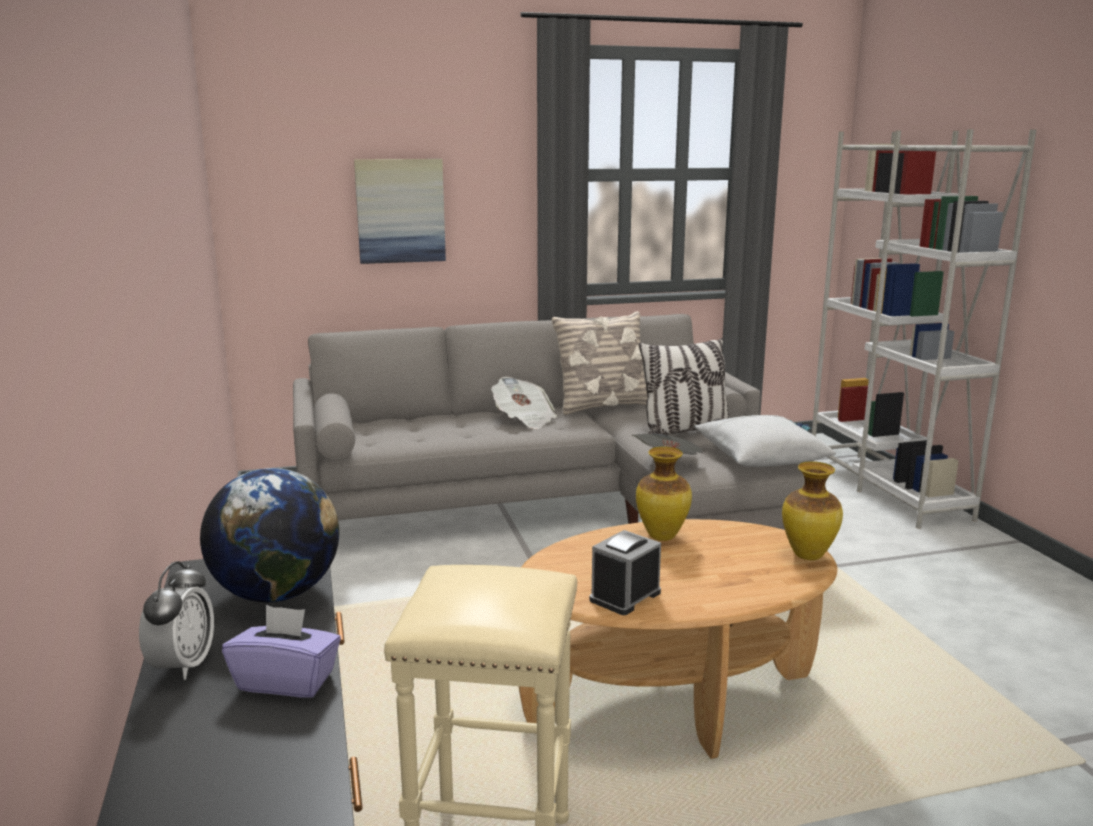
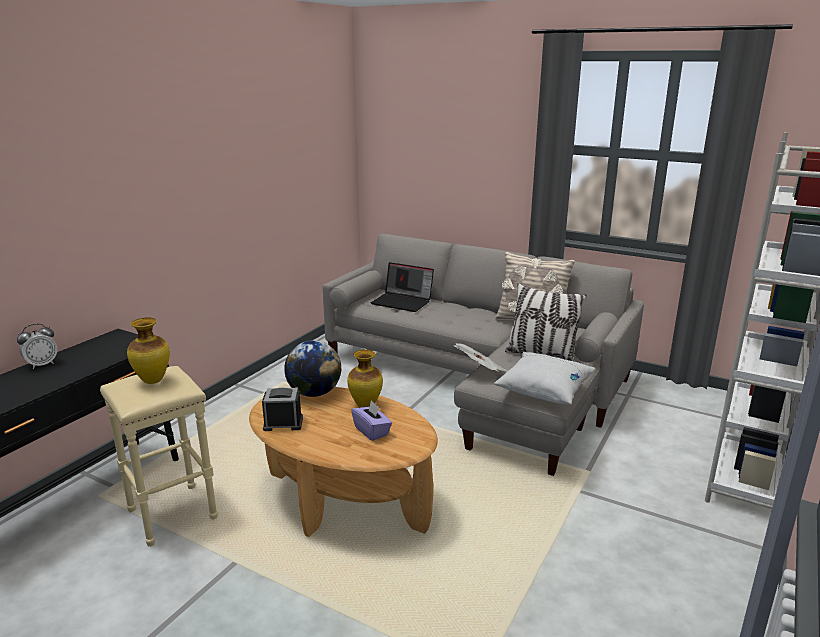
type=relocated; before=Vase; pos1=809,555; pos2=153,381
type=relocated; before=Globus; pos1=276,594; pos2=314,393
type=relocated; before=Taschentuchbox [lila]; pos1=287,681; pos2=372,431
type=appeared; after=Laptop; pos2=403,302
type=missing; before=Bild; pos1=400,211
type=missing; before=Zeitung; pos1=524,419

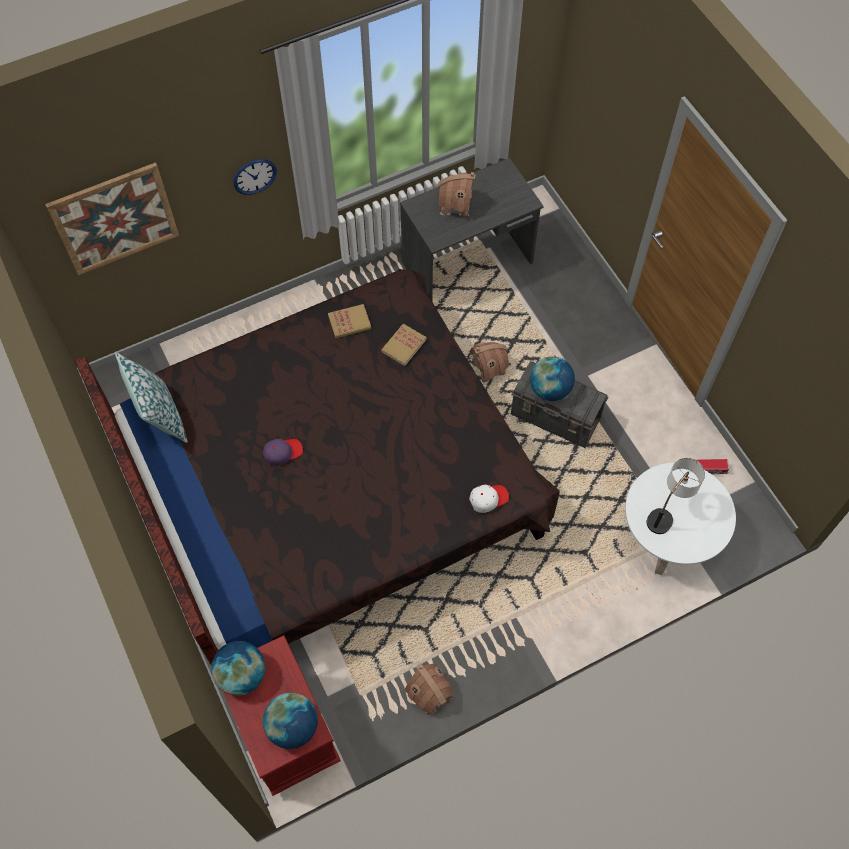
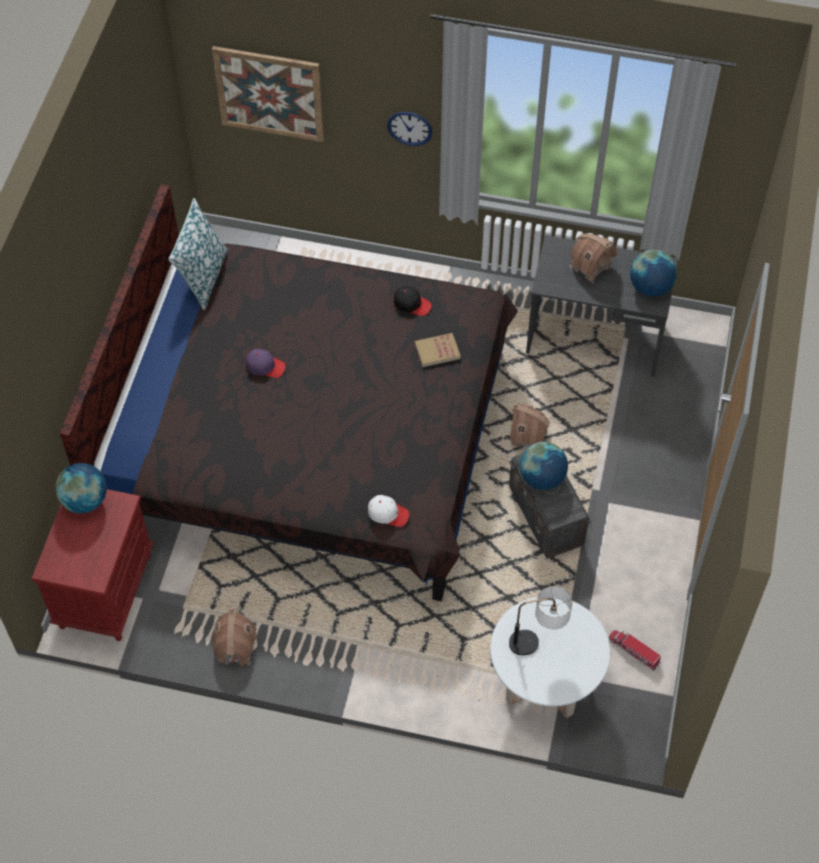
type=exchanged; before=Buch; after=Kappe [schwarz]; pos1=349,322; pos2=412,304
type=relocated; before=Globus; pos1=293,727; pos2=650,287

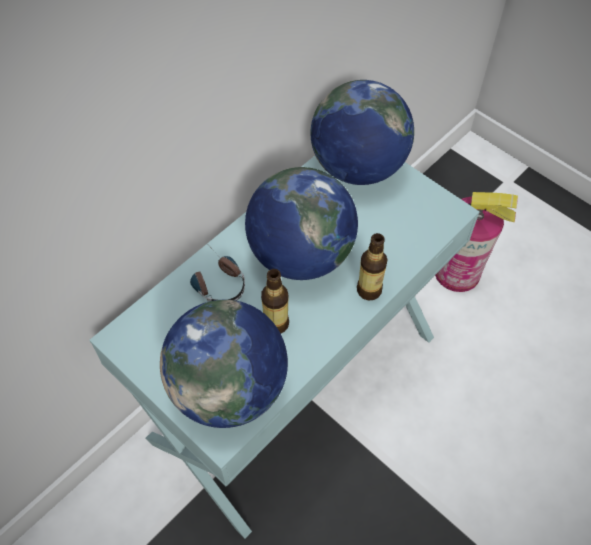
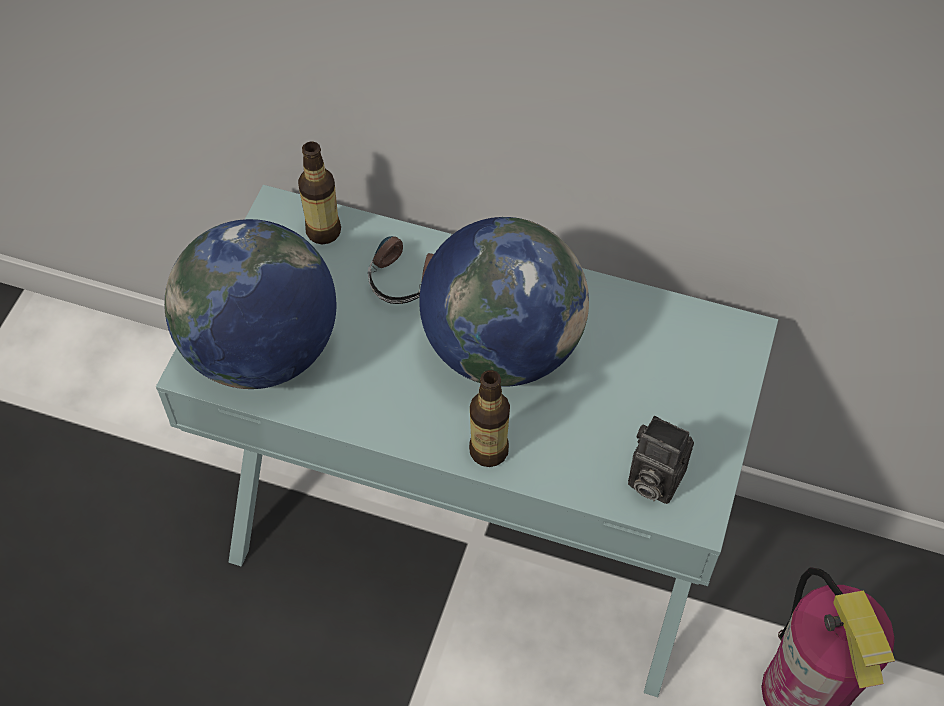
type=relocated; before=Flasche; pos1=276,323; pos2=323,231
type=appeared; after=Kamera; pos2=652,479
type=missing; before=Globus; pos1=358,167

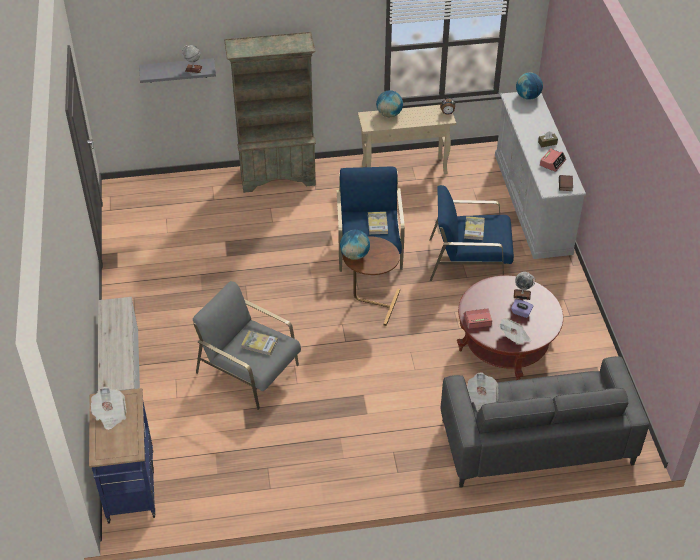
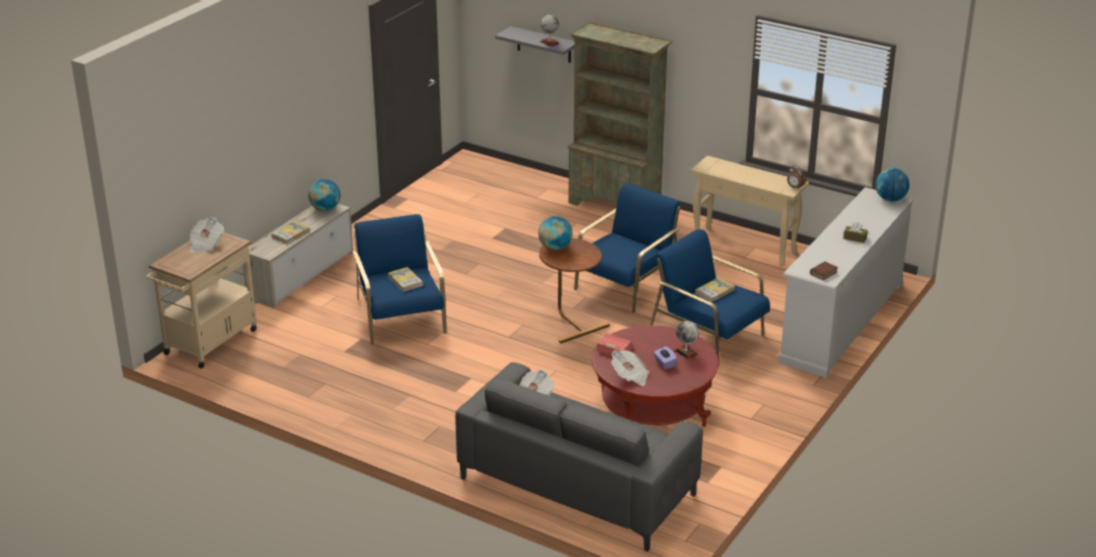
type=colour; before=Rollwagen [blau]; after=Rollwagen [beige]; pos1=131,489; pos2=209,344
type=relocated; before=Buch; pos1=377,224; pos2=290,234
type=relocated; before=Globus; pos1=389,114; pos2=325,209
type=colour; before=Sessel [grau]; after=Sessel [blau]; pos1=251,371; pos2=401,319
type=missing; before=Wecker; pos1=552,162

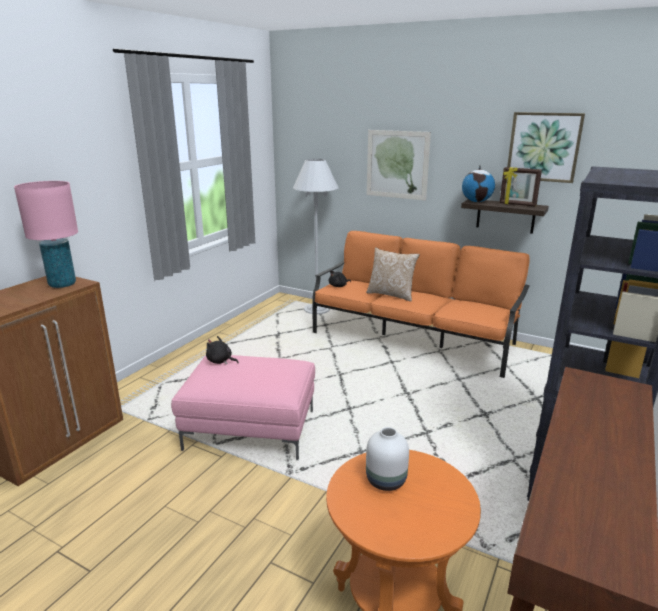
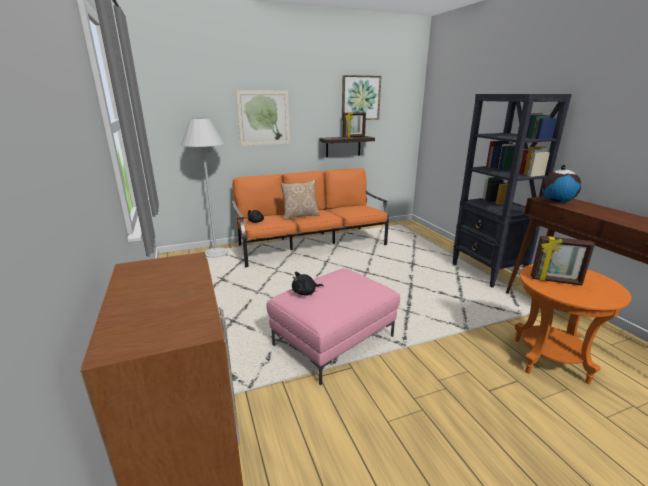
type=exchanged; before=Vase [weiß]; after=Bilderrahmen; pos1=387,481; pos2=555,281
type=relocated; before=Globus; pos1=476,201; pos2=556,202
type=missing; before=Tischlampe [rosa]; pos1=62,284

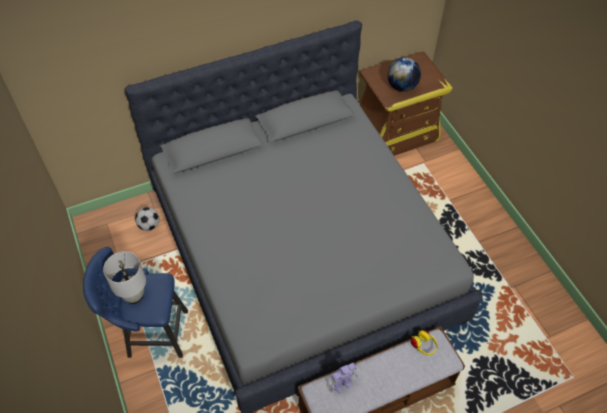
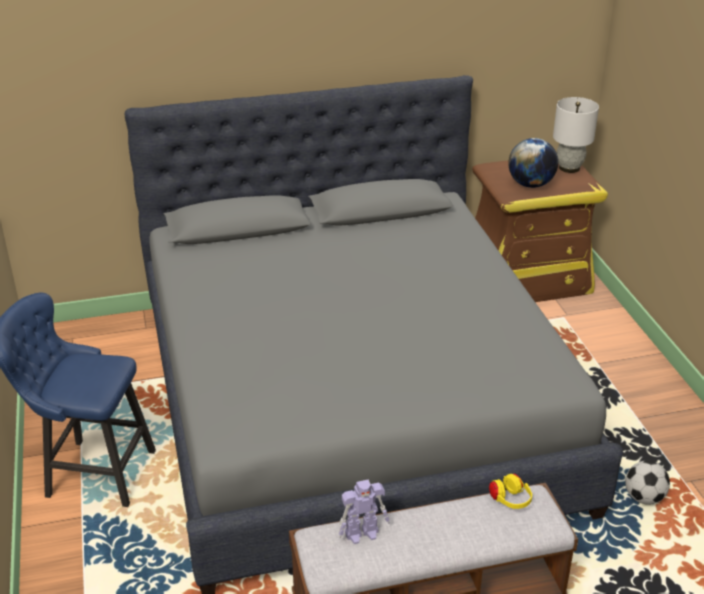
type=relocated; before=Tischlampe [weiß]; pos1=134,296; pos2=569,168
type=relocated; before=Fußball; pos1=149,226; pos2=643,498

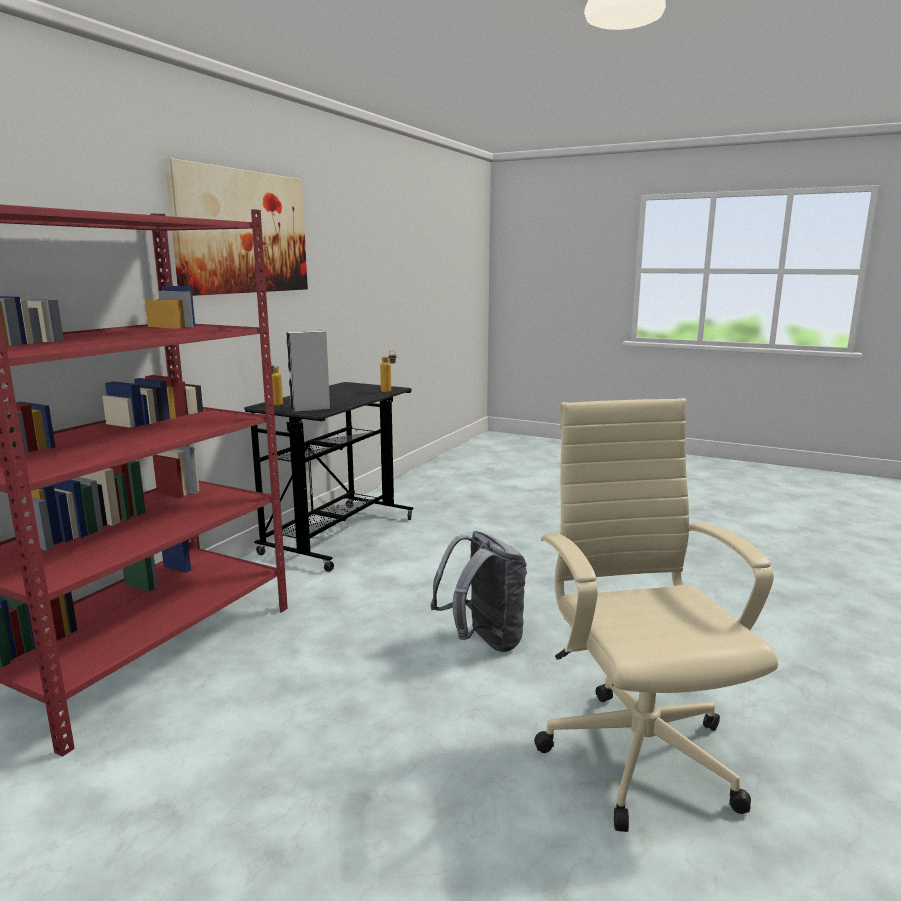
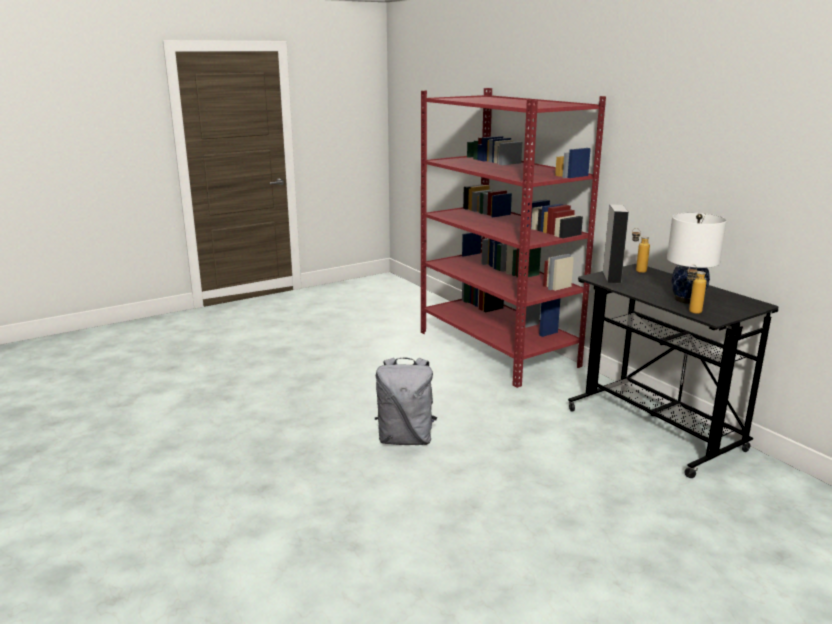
type=appeared; after=Tischlampe [weiß]; pos2=687,299
type=missing; before=Bild; pos1=242,232
type=missing; before=Bürostuhl [beige]; pos1=636,750

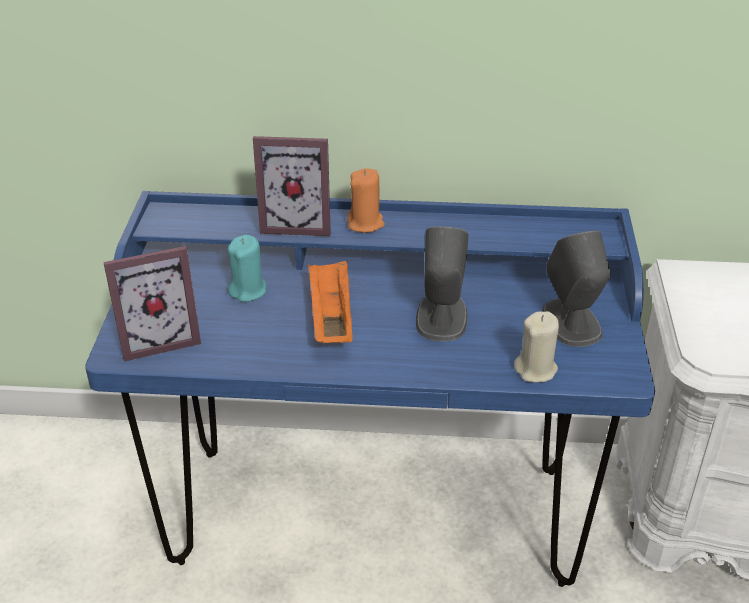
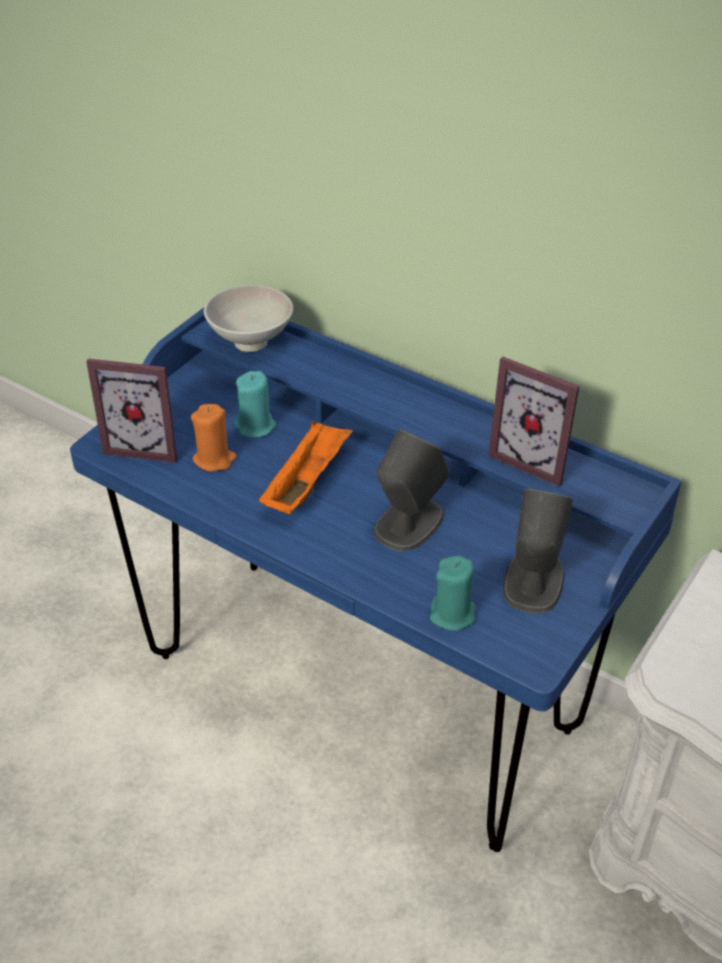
type=relocated; before=Kerze [orange]; pos1=365,223; pos2=214,459
type=appeared; after=Schüssel [weiß]; pos2=249,341
type=colour; before=Kerze [beige]; after=Kerze [türkis]; pos1=536,369; pos2=453,614
type=relocated; before=Bilderrahmen; pos1=297,223; pos2=534,458

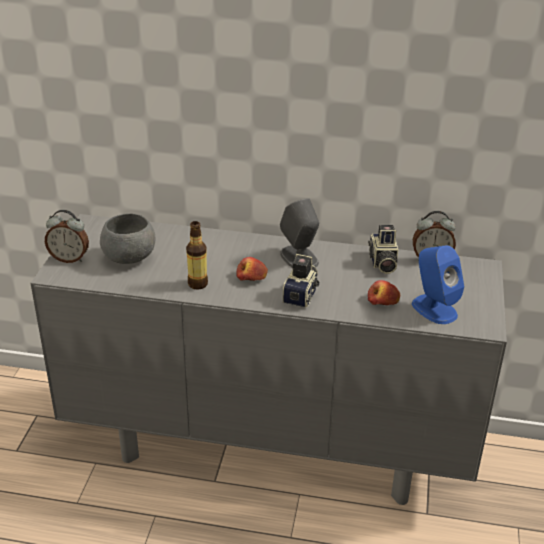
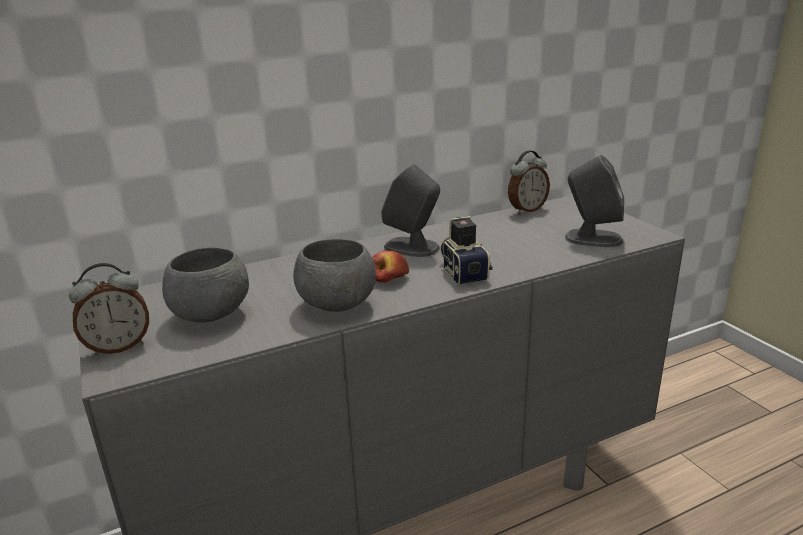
type=exchanged; before=Flasche; after=Schüssel [grau]; pos1=197,284; pos2=337,306
type=colour; before=Lautsprecher [blau]; after=Lautsprecher [grau]; pos1=433,309; pos2=592,238
type=missing; before=Kamera; pos1=382,263
type=missing; before=Apfel; pos1=383,301

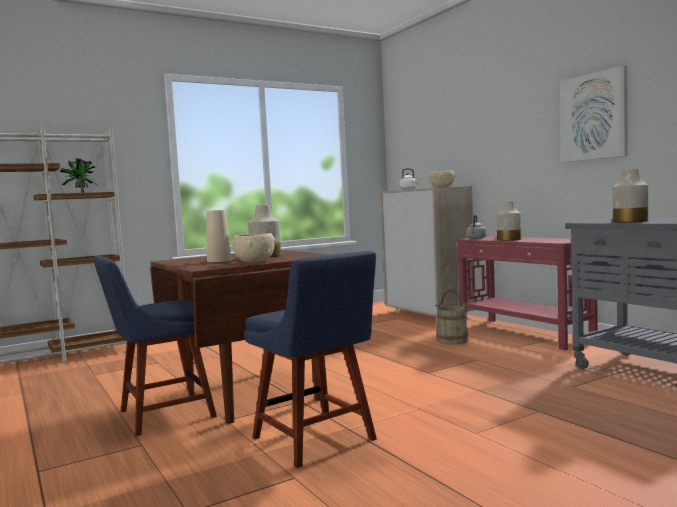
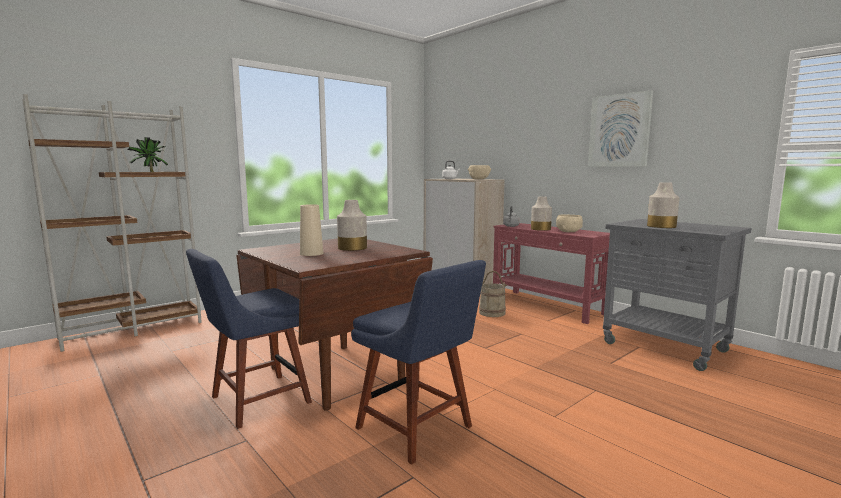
type=relocated; before=Schüssel [beige]; pos1=255,262; pos2=568,232

